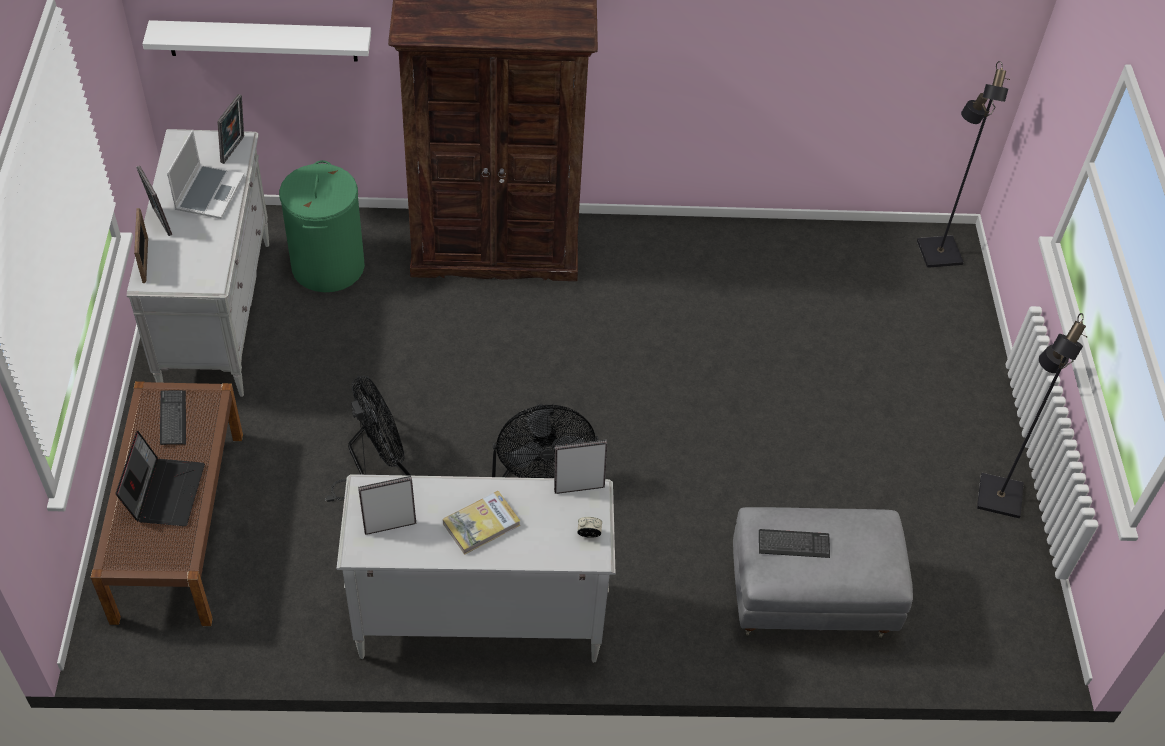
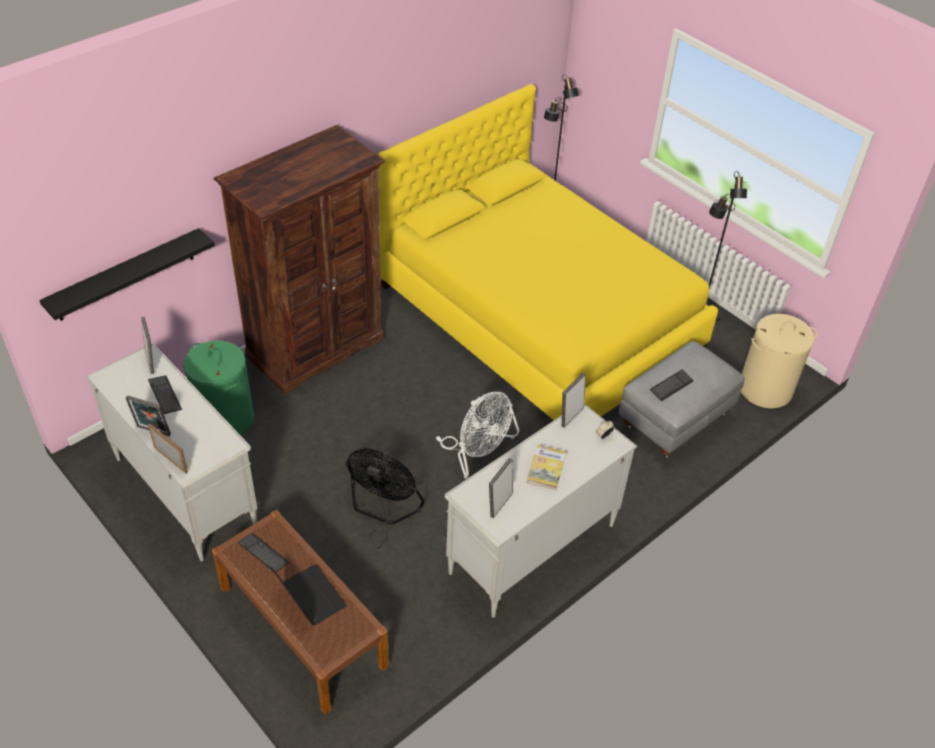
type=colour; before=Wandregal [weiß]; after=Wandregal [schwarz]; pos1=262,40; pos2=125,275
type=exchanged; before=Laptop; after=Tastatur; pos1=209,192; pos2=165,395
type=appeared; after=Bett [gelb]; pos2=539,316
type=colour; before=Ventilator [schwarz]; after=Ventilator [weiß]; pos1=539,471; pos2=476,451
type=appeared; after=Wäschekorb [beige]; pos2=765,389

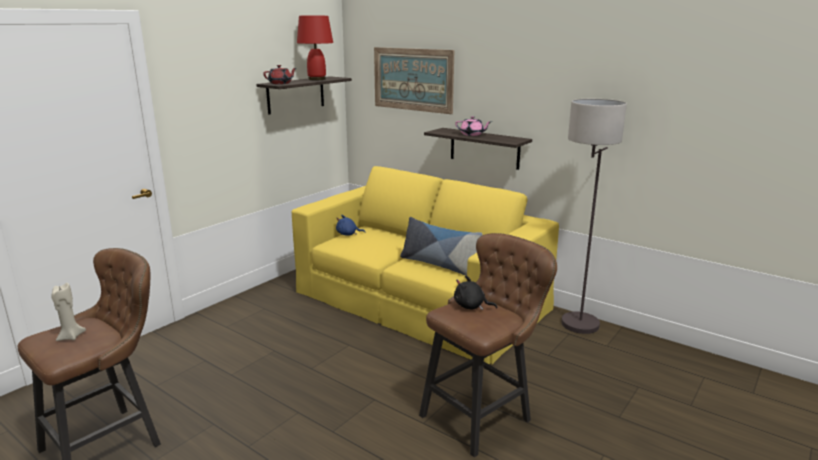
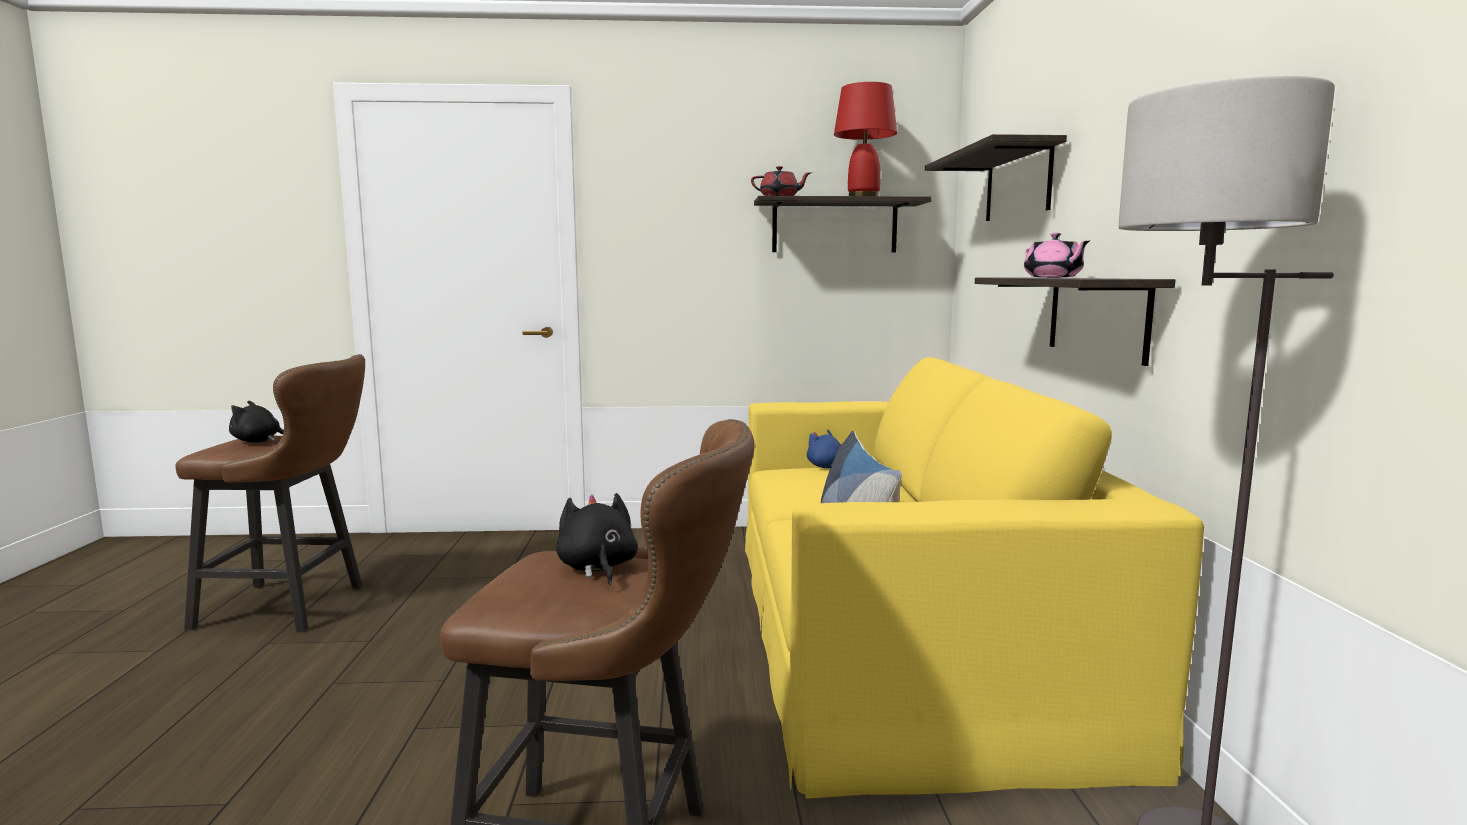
type=exchanged; before=Kerze [beige]; after=Plüschtier [schwarz]; pos1=70,337; pos2=259,441
type=exchanged; before=Bild; after=Wandregal; pos1=413,79; pos2=1018,184

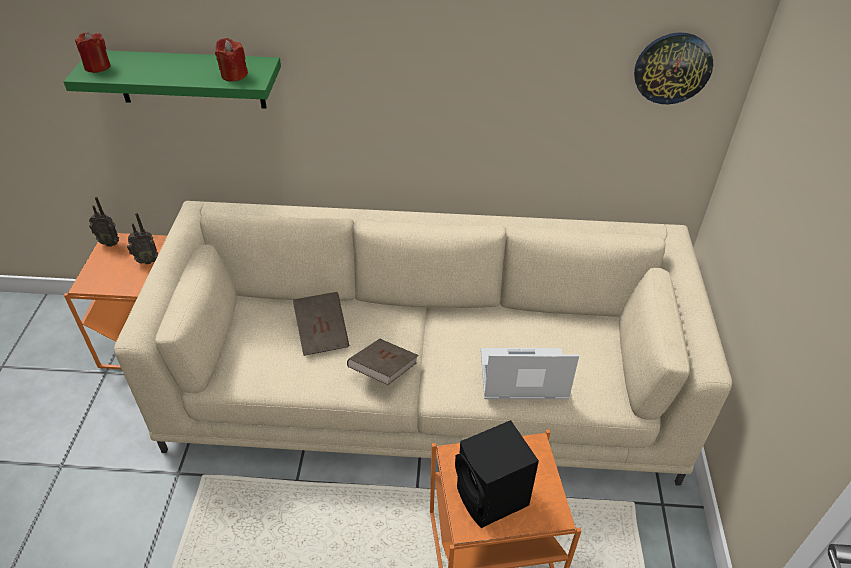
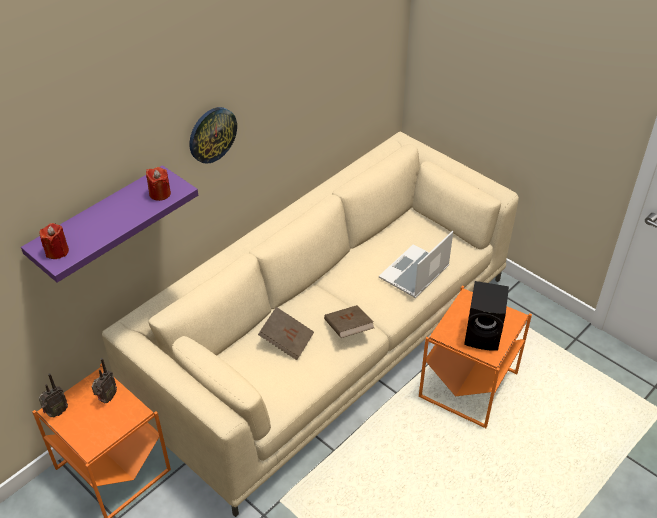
type=colour; before=Wandregal [grün]; after=Wandregal [lila]; pos1=190,79; pos2=99,222
type=relocated; before=Wanduhr; pos1=672,68; pos2=212,134

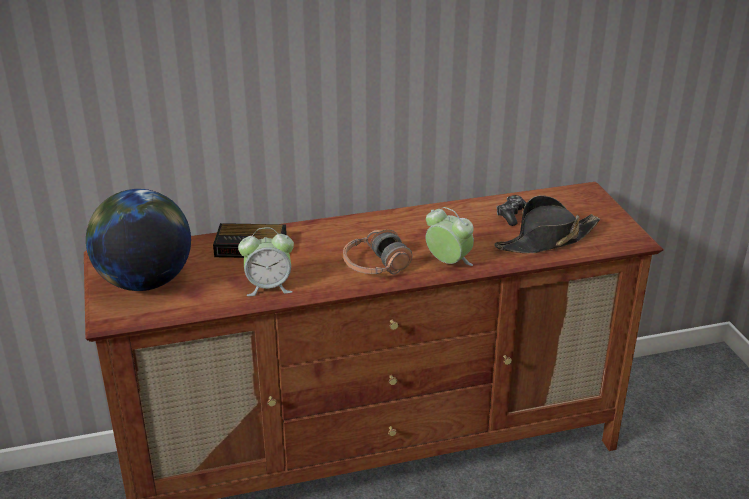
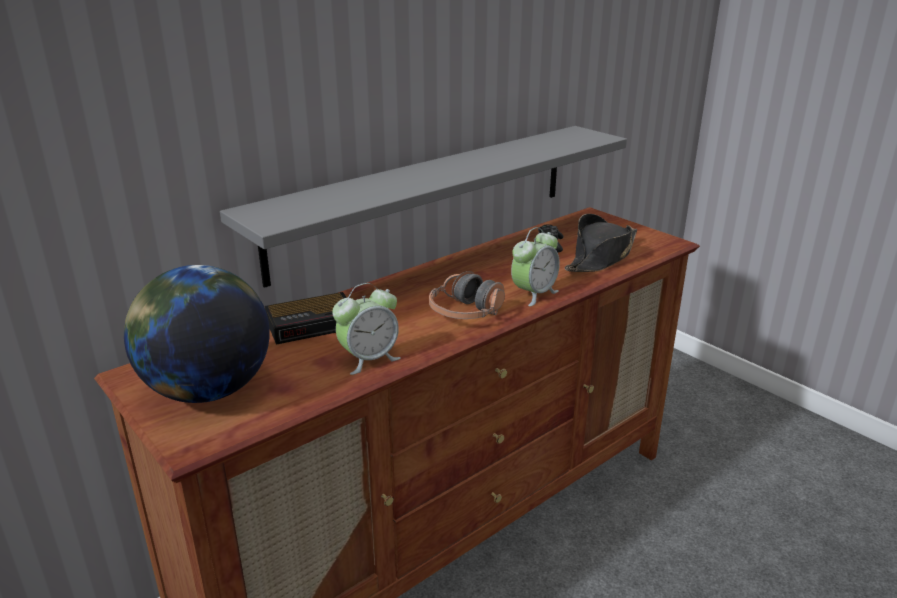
type=appeared; after=Wandregal [grau]; pos2=428,198
type=spun; before=Wecker; pos1=448,262; pos2=534,294; turn=120

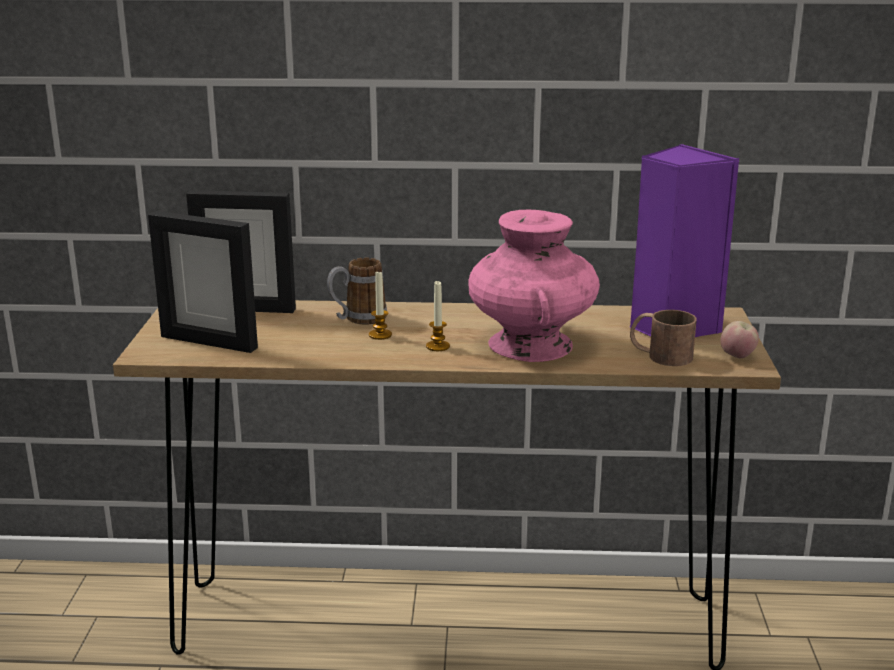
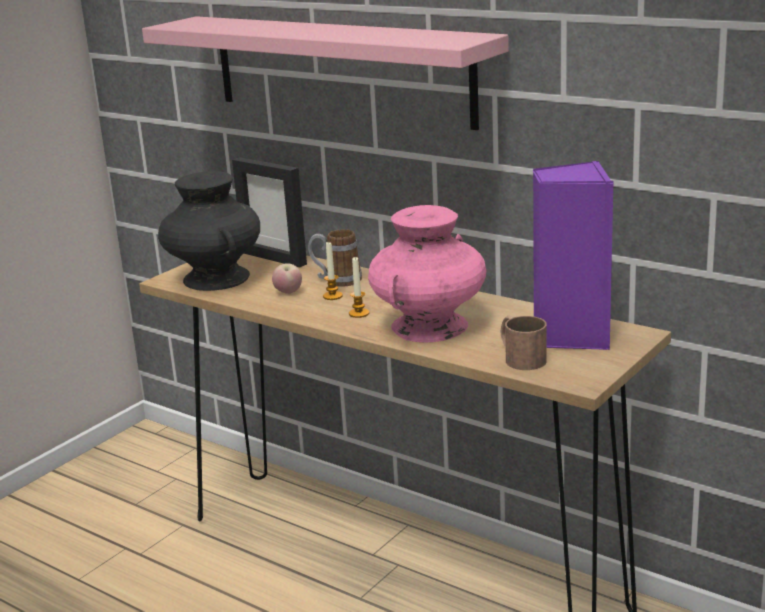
type=appeared; after=Wandregal [rosa]; pos2=340,69
type=exchanged; before=Bilderrahmen; after=Vase [schwarz]; pos1=210,341; pos2=216,278
type=relocated; before=Apfel; pos1=737,357; pos2=288,292

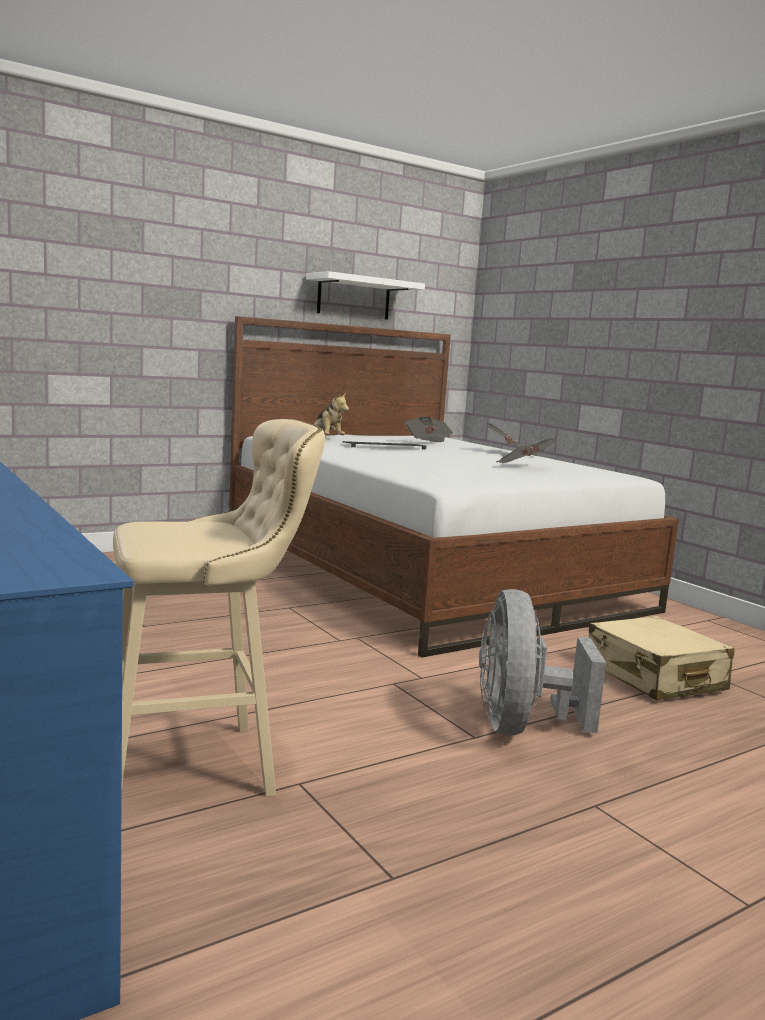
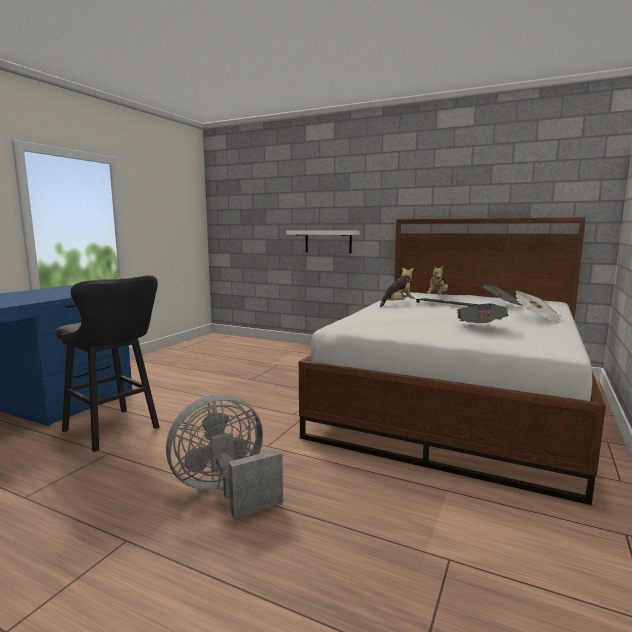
type=colour; before=Hocker [beige]; after=Hocker [schwarz]; pos1=210,764; pos2=116,432
type=relocated; before=Wandregal [weiß]; pos1=353,297; pos2=328,241
type=appeared; after=Plüschtier; pos2=397,304
type=missing; before=Koffer [beige]; pos1=654,677

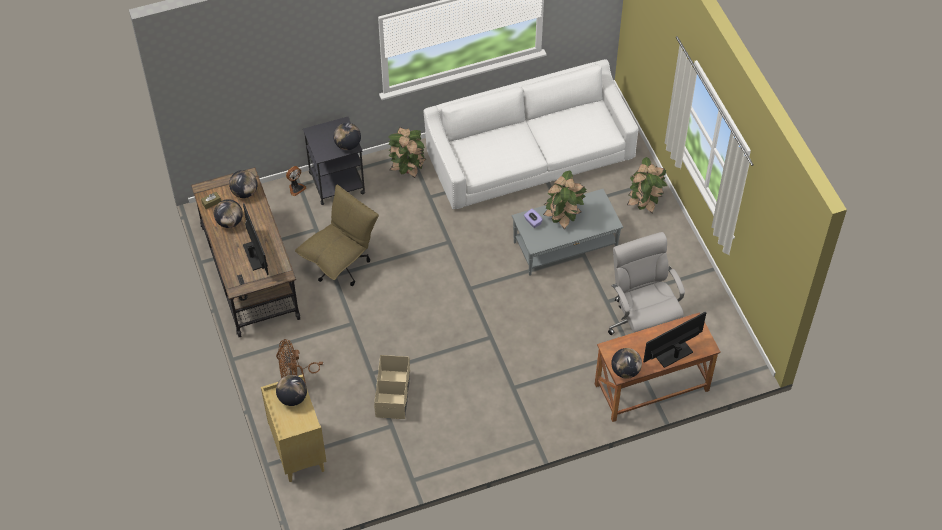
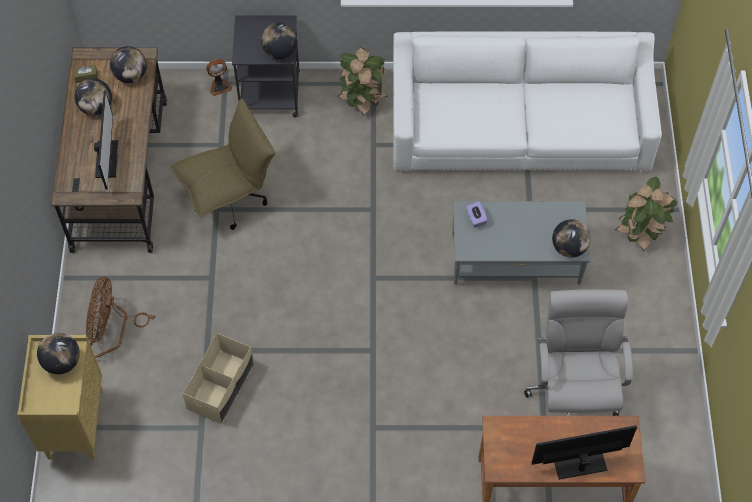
type=relocated; before=Globus; pos1=625,371; pos2=569,248
type=missing; before=Topfpflanze; pos1=563,217

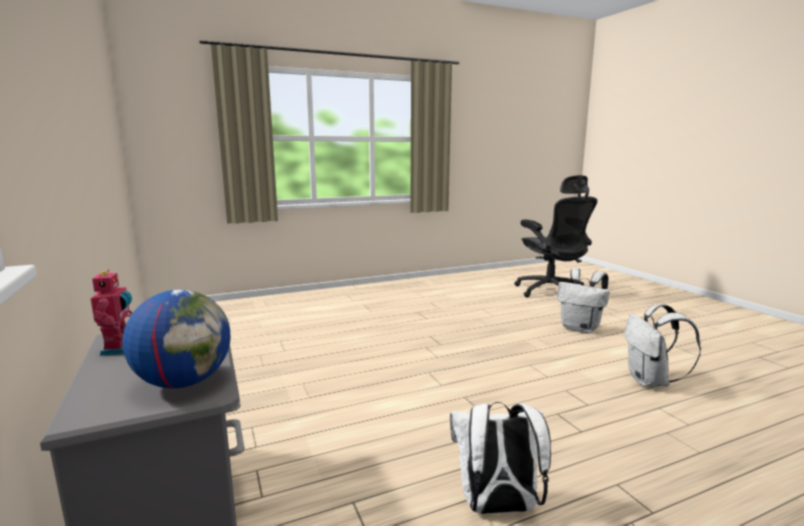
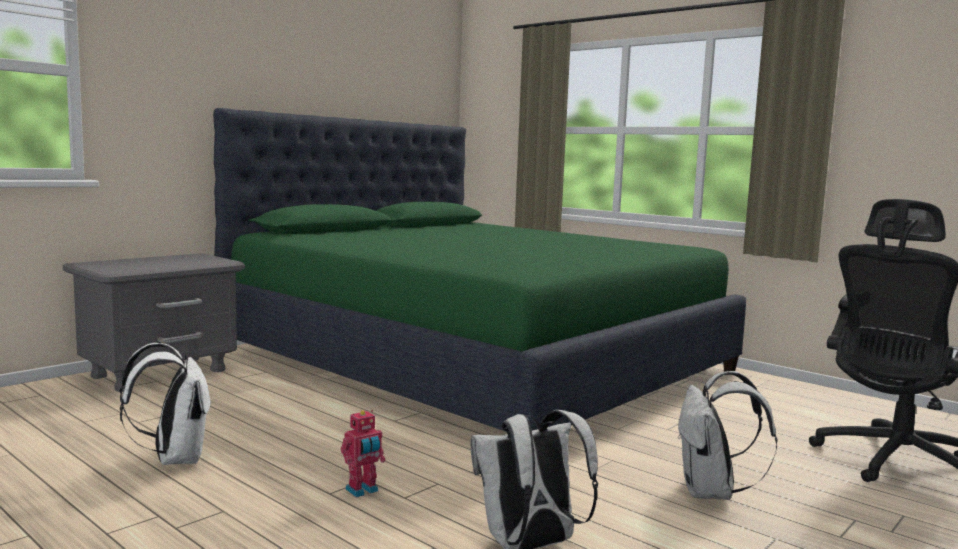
type=appeared; after=Bett [grün]; pos2=475,361
type=relocated; before=Spielzeugroboter; pos1=119,349; pos2=363,491
type=missing; before=Globus; pos1=184,382

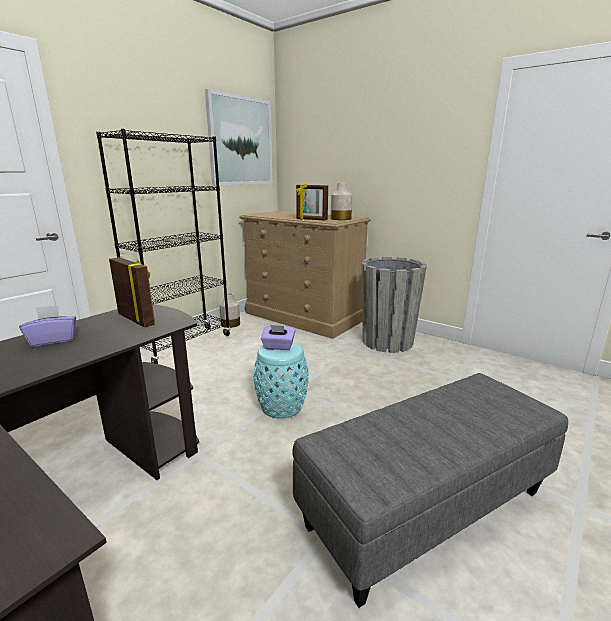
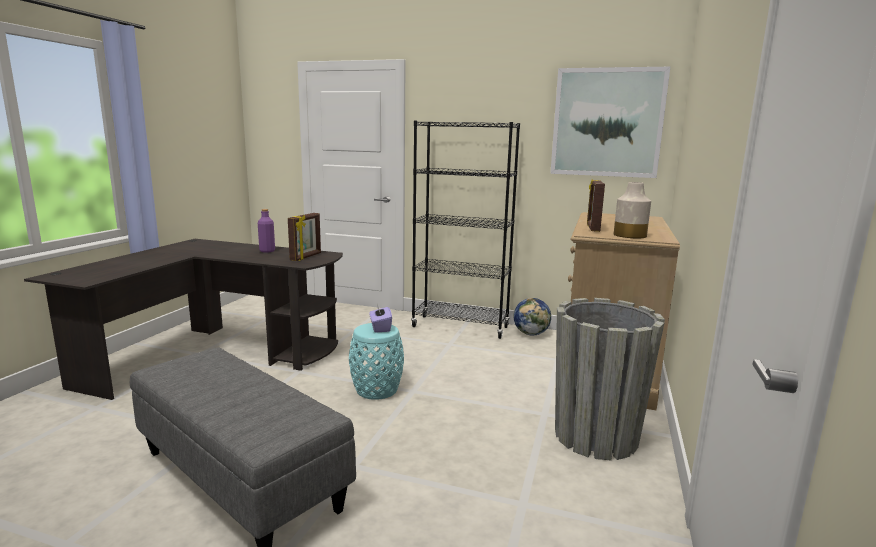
type=exchanged; before=Taschentuchbox [lila]; after=Flasche [lila]; pos1=53,340; pos2=267,251
type=exchanged; before=Vase [beige]; after=Globus; pos1=230,324; pos2=531,334

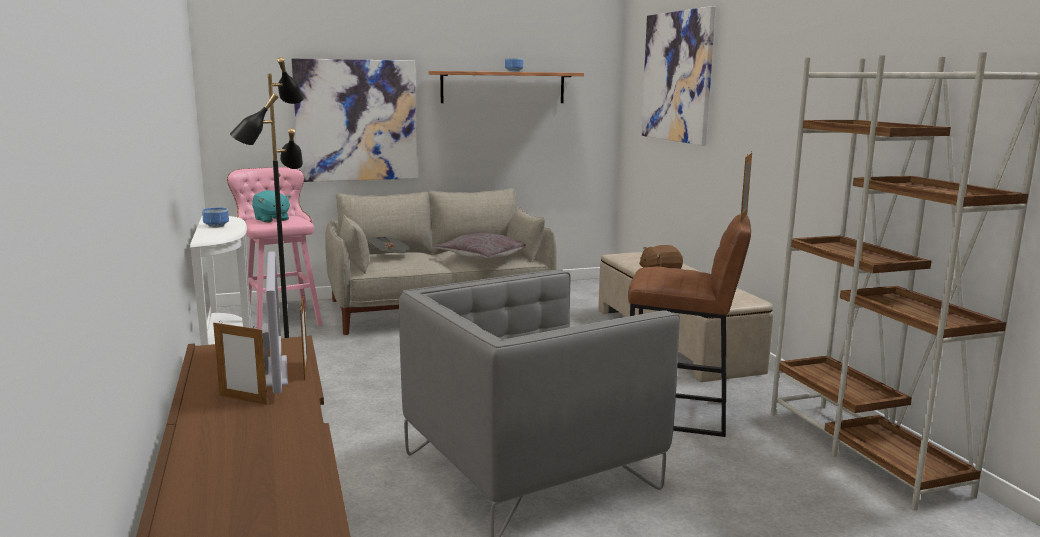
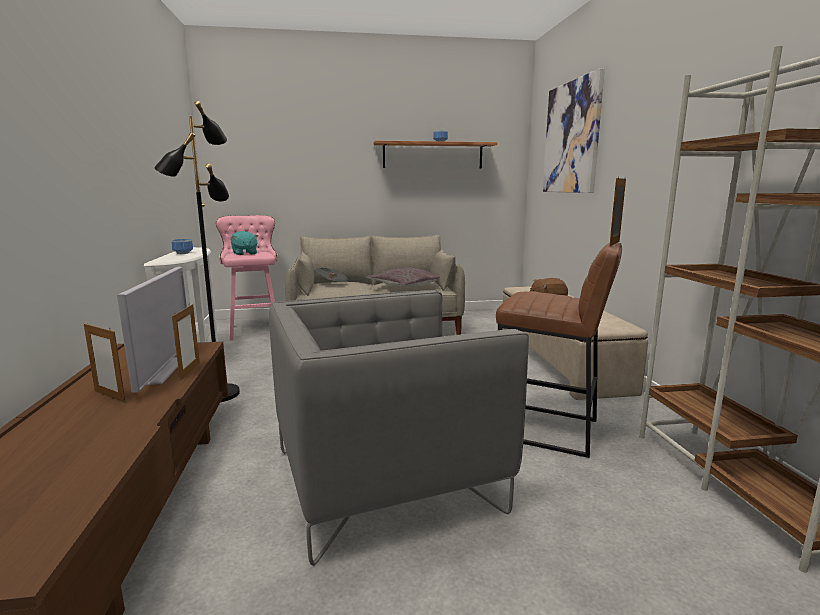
type=missing; before=Bild; pos1=356,120

